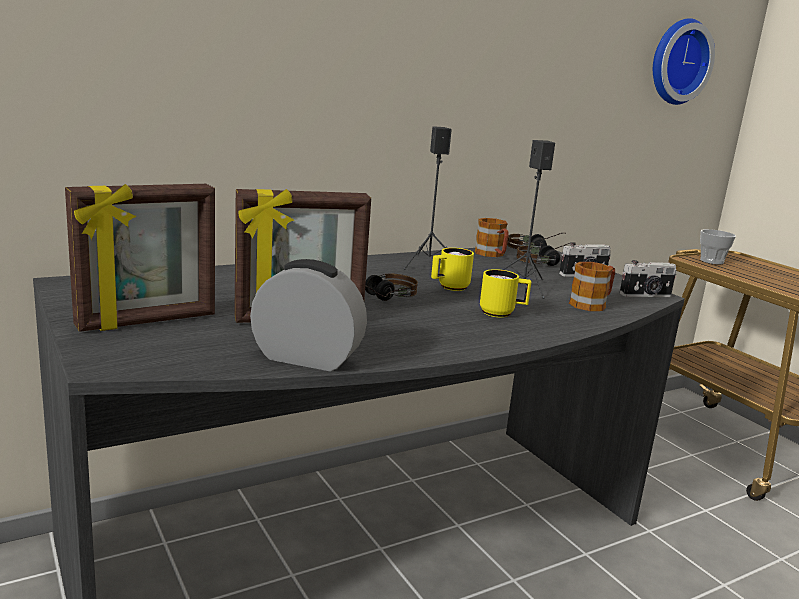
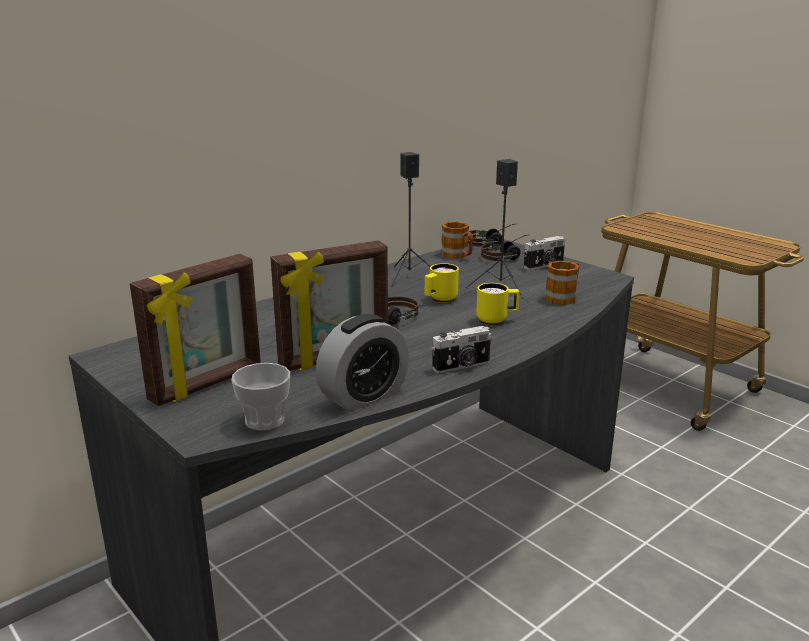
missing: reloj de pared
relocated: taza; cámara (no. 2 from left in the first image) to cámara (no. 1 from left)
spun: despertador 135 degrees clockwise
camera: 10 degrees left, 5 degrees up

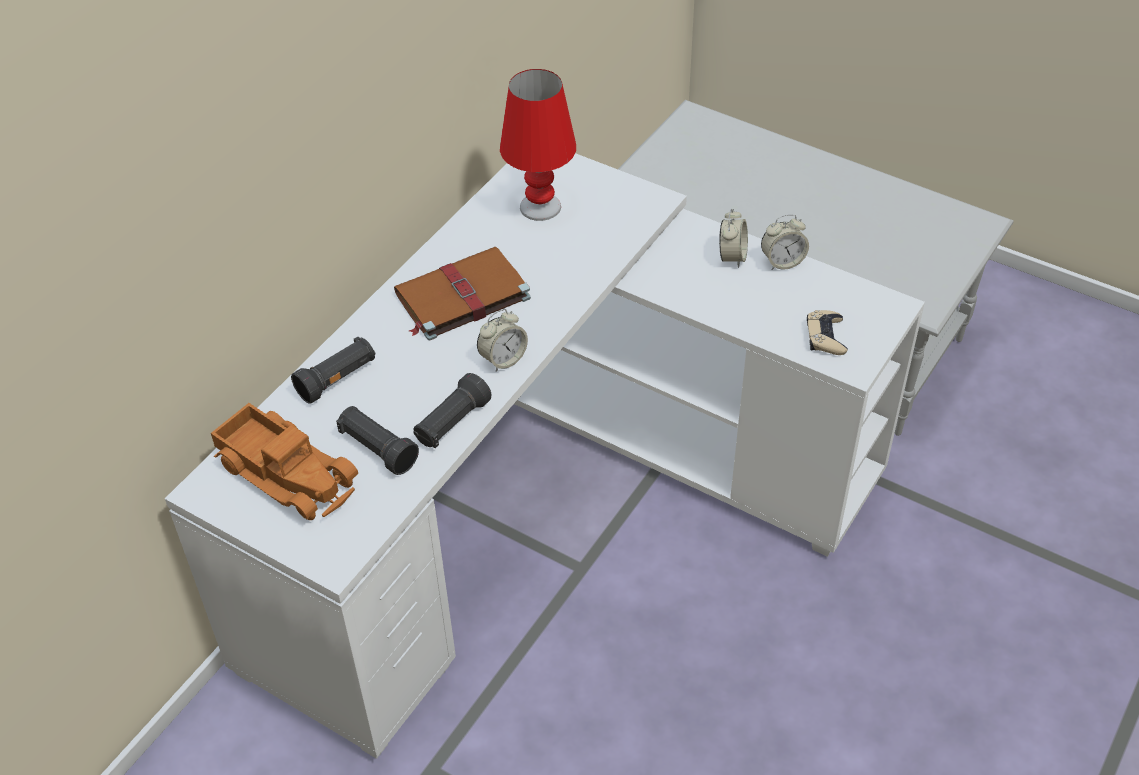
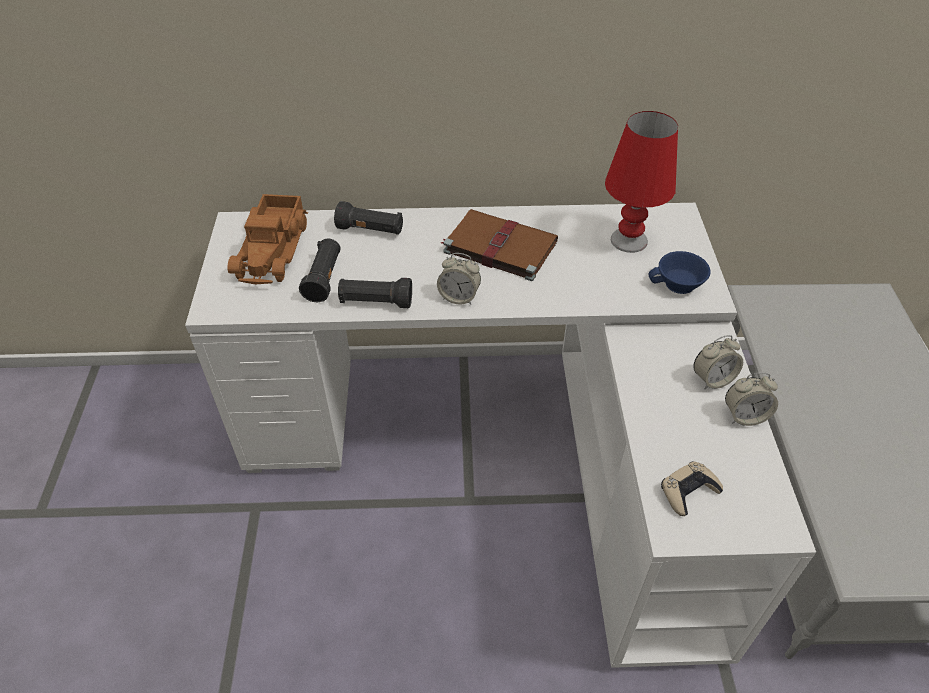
appeared: taza/azul
spun: despertador (no. 3 from left) 45 degrees counterclockwise
camera: 55 degrees right, 0 degrees up

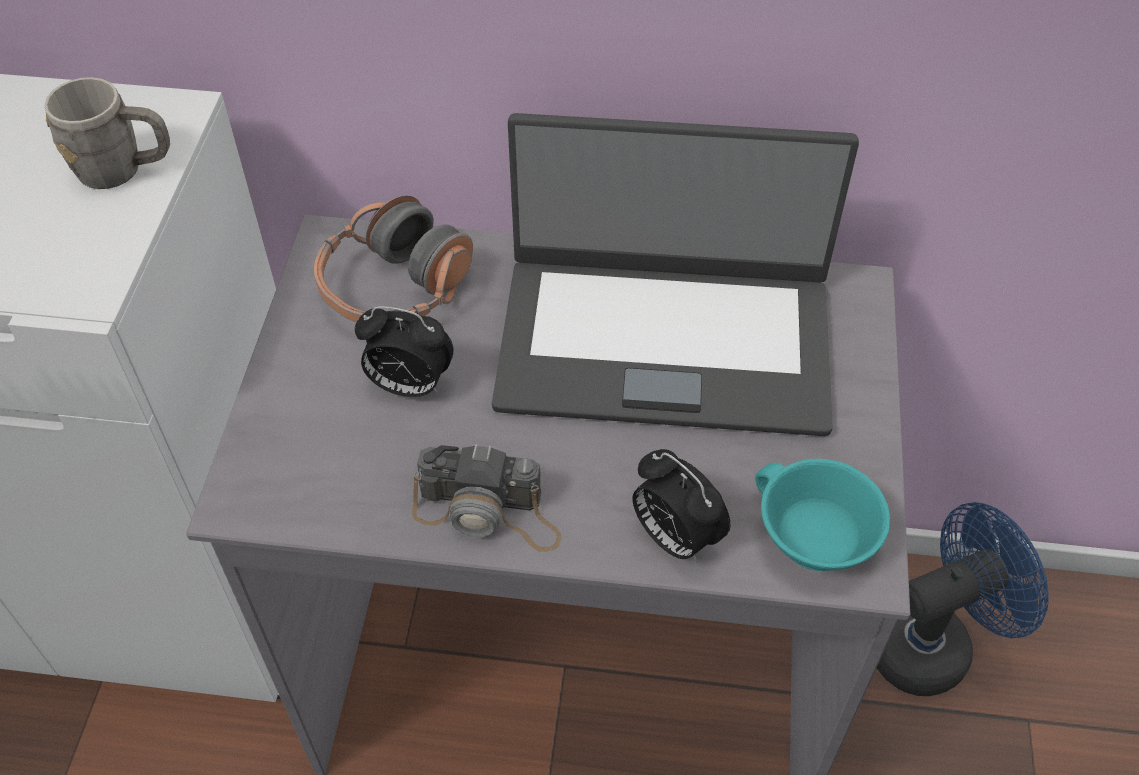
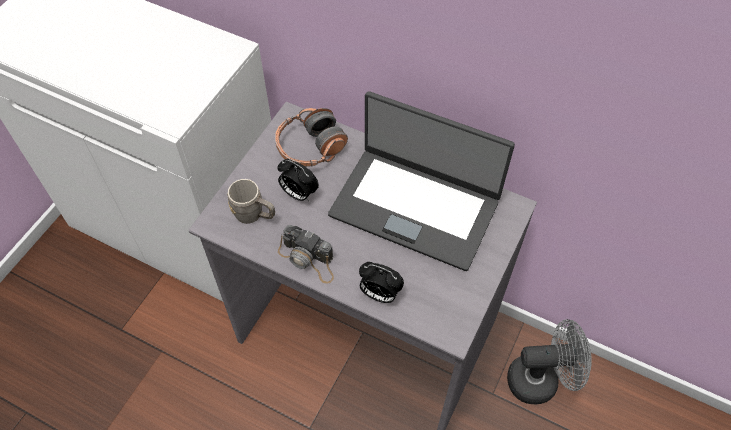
missing: taza/turquesa
relocated: taza grande/gris
colour: ventilador/azul to ventilador/gris
spun: despertador (no. 2 from left) 45 degrees counterclockwise
camera: 20 degrees right, 5 degrees up

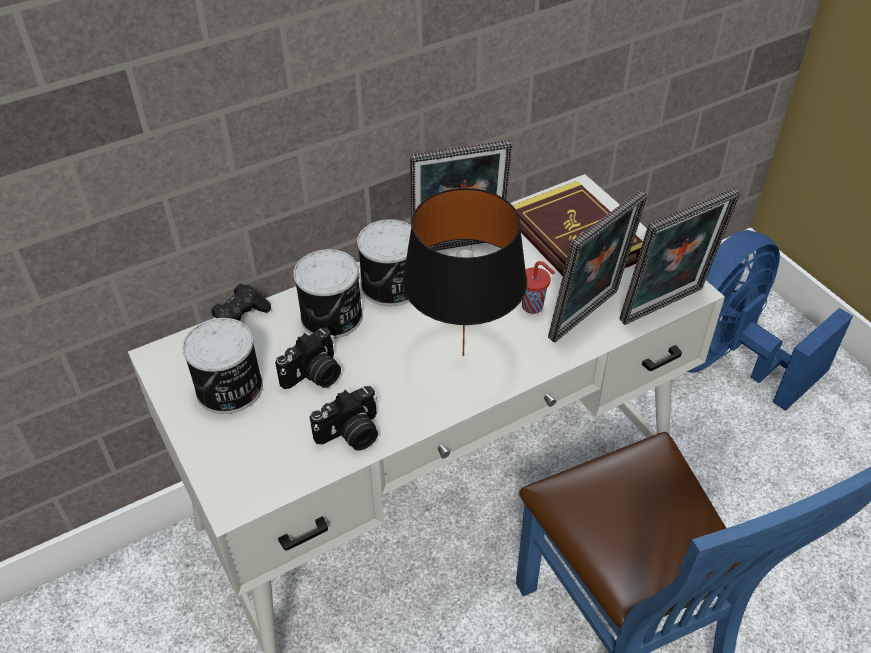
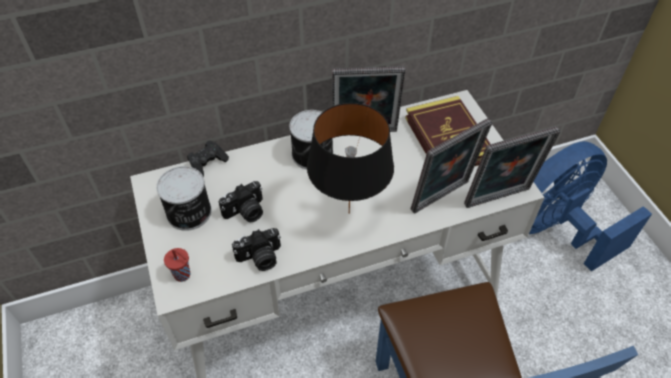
missing: lata (no. 2 from left)
relocated: taza/rojo
camera: 10 degrees right, 5 degrees up

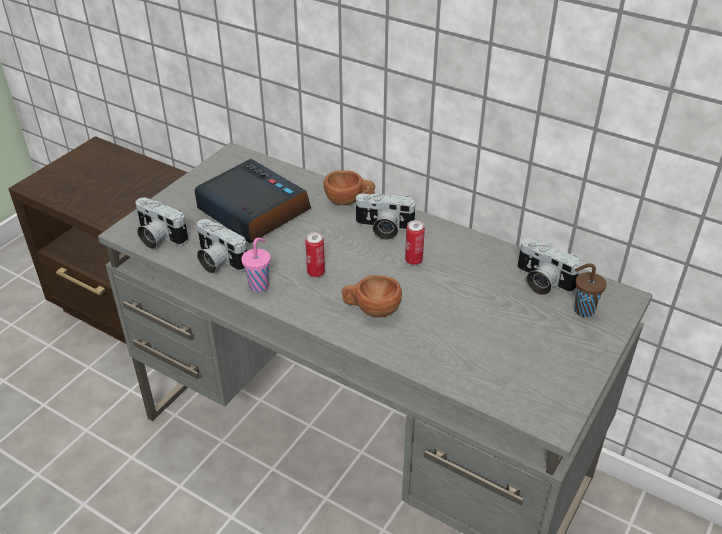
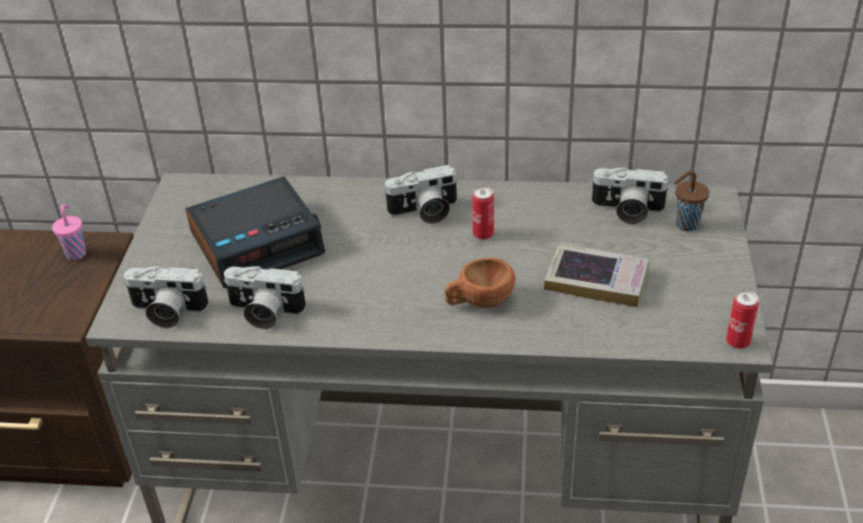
missing: taza/marrón (no. 1 from left)
appeared: libro
relocated: taza/rosa; lata (no. 1 from left in the first image) to lata (no. 2 from left)
spun: despertador 135 degrees clockwise
camera: 25 degrees left, 0 degrees up

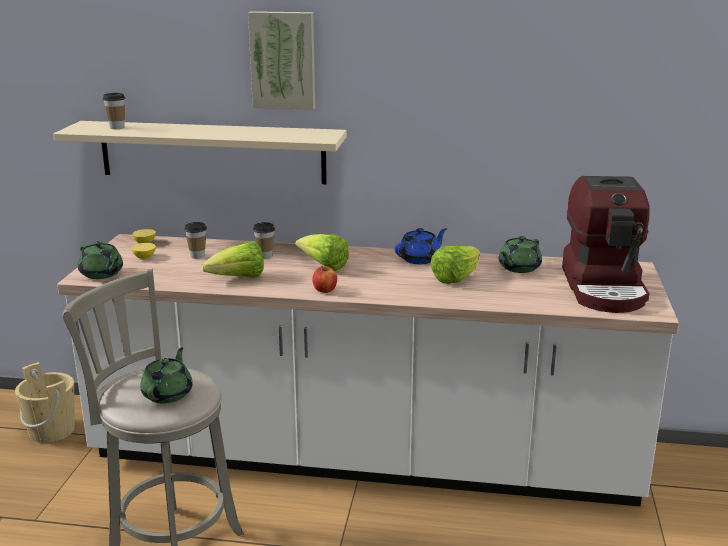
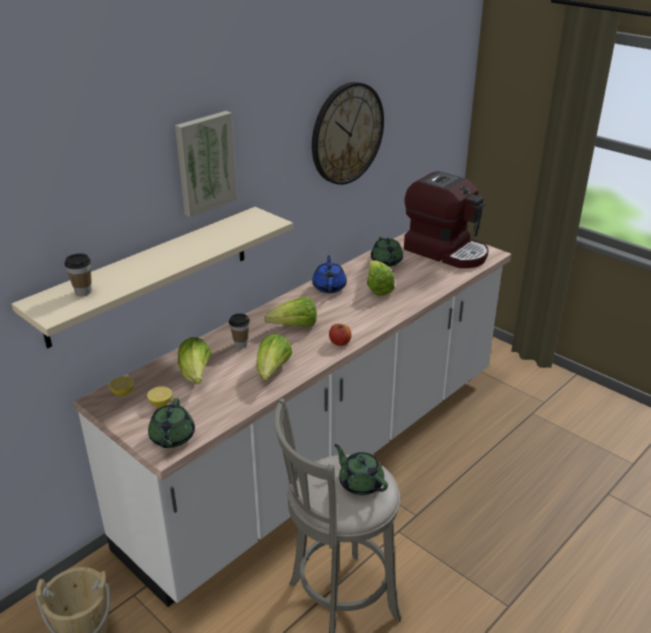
appeared: reloj de pared
exchanged: taza (no. 2 from left) to lechuga (no. 1 from left)
spun: tetera/verde (no. 1 from left) 105 degrees clockwise
camera: 55 degrees left, 10 degrees up

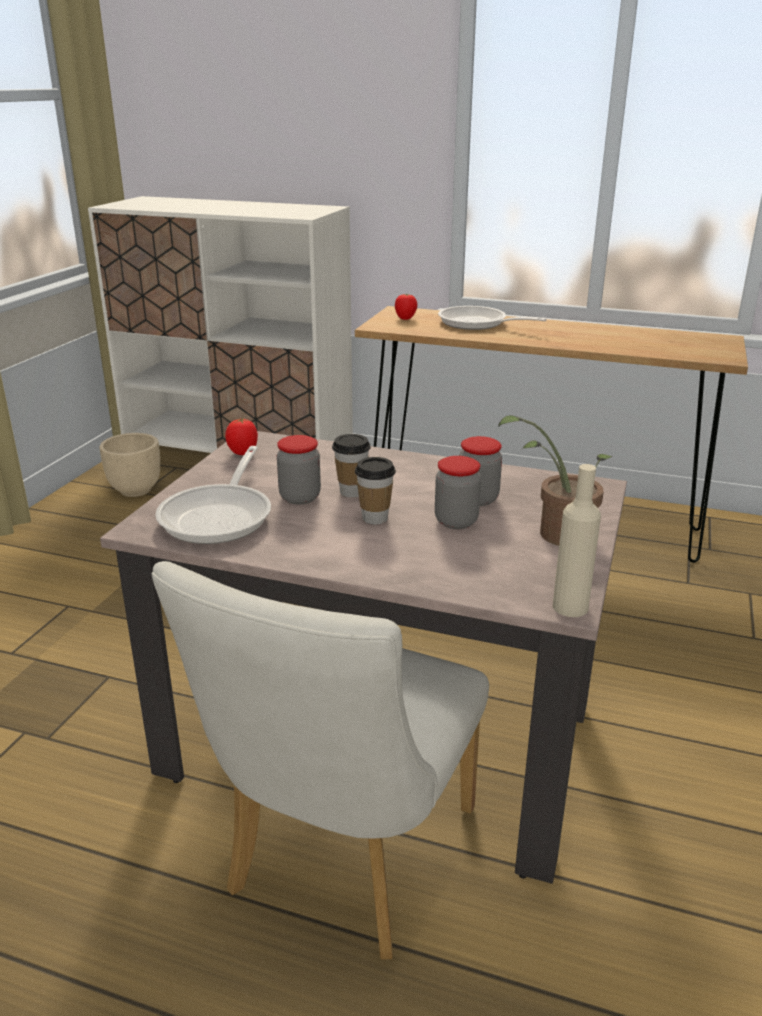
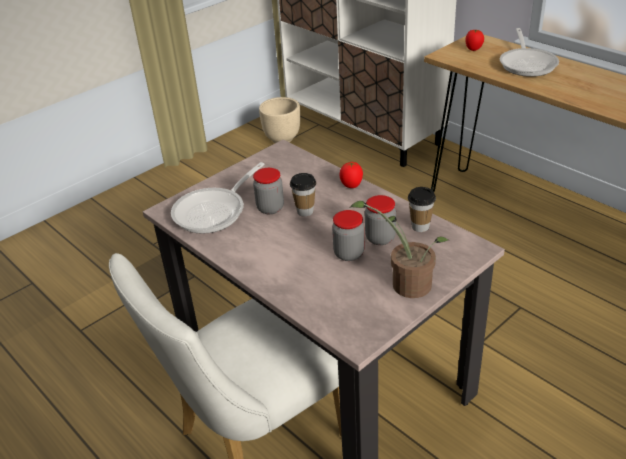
missing: botella/beis
relocated: tomate (no. 1 from left); taza (no. 2 from left)
spun: sartén (no. 2 from left) 150 degrees counterclockwise
camera: 30 degrees right, 10 degrees up

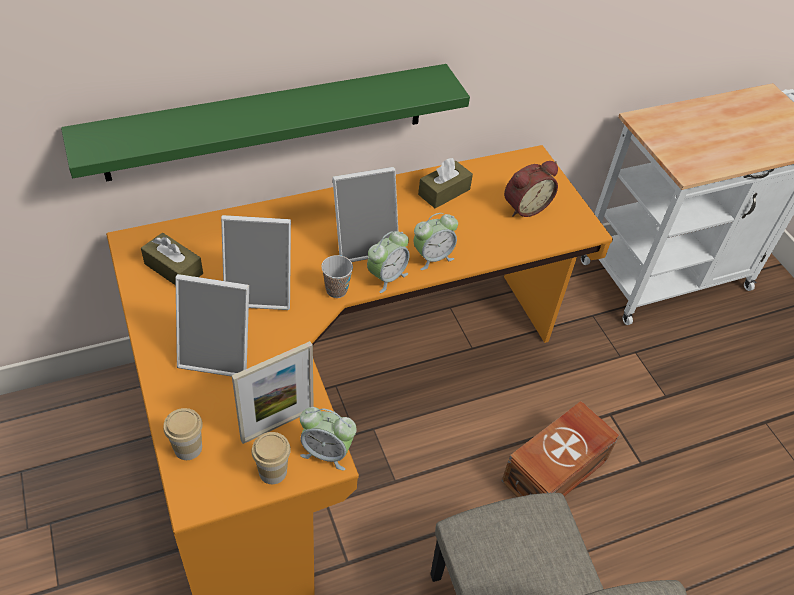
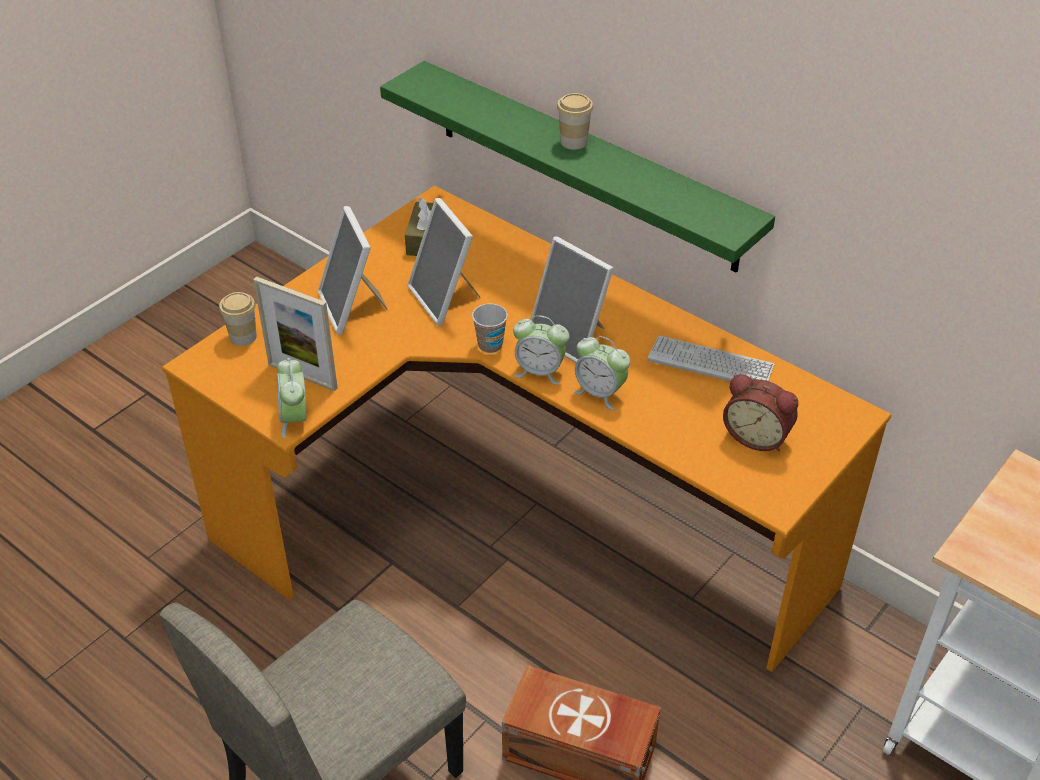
relocated: taza (no. 2 from left in the first image) to taza (no. 3 from left)
exchanged: caja de pañuelos/marrón (no. 2 from left) to teclado
camera: 65 degrees right, 5 degrees down

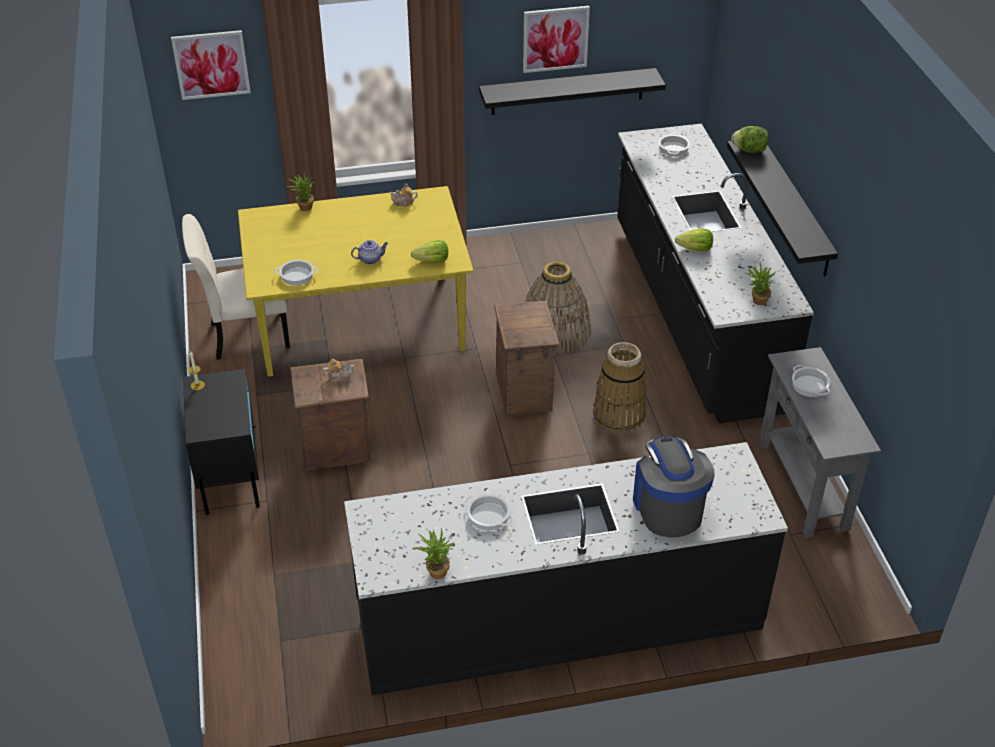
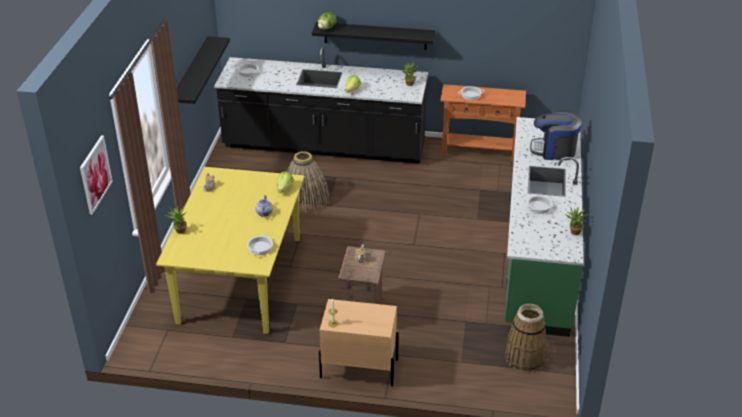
missing: silla/beis; caja de embalaje (no. 2 from left); cuadro (no. 2 from left)
relocated: cesta (no. 2 from left)
colour: mesita de noche/negro to mesita de noche/beis; mesa consola/gris to mesa consola/naranja; mueble bajo de cocina/negro (no. 1 from left) to mueble bajo de cocina/verde
camera: 70 degrees left, 5 degrees down

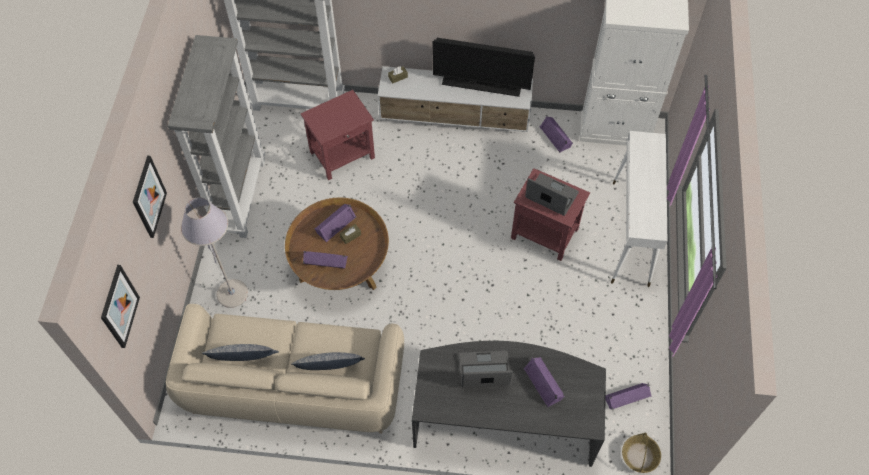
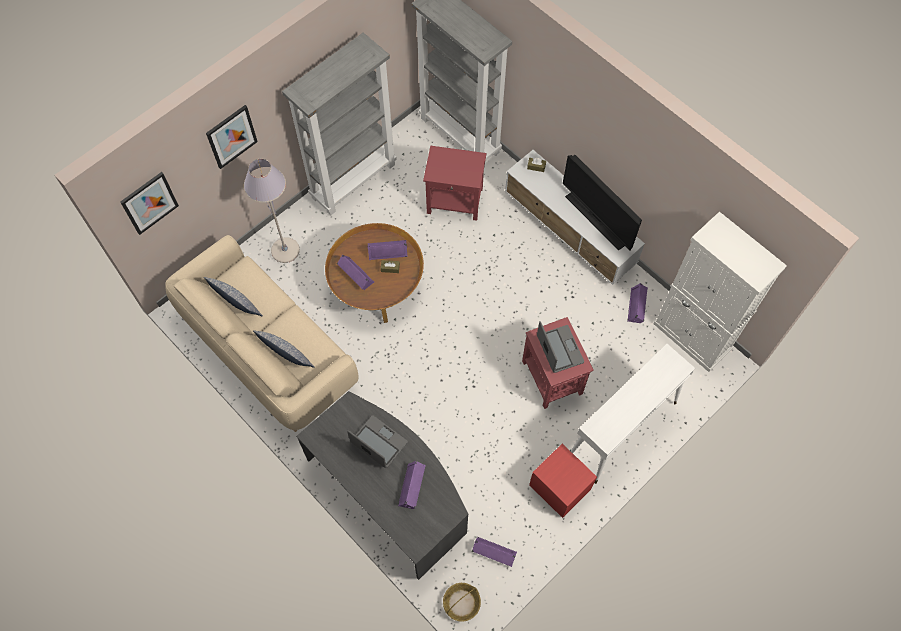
appeared: mesita de noche/rojo
camera: 40 degrees right, 5 degrees up

